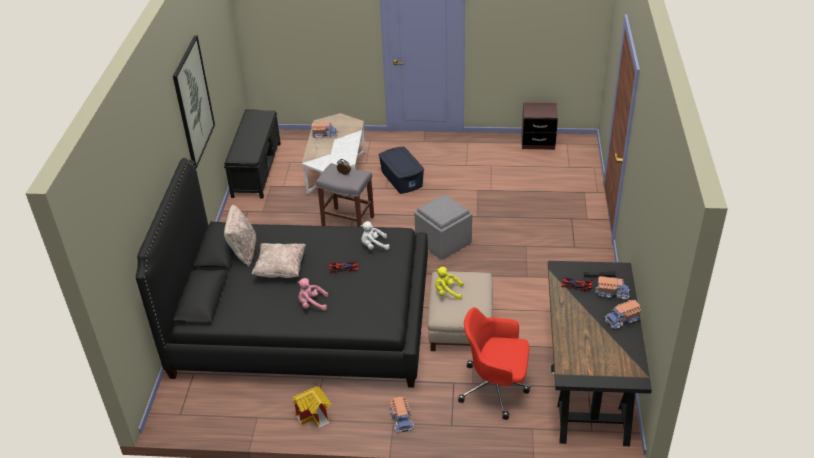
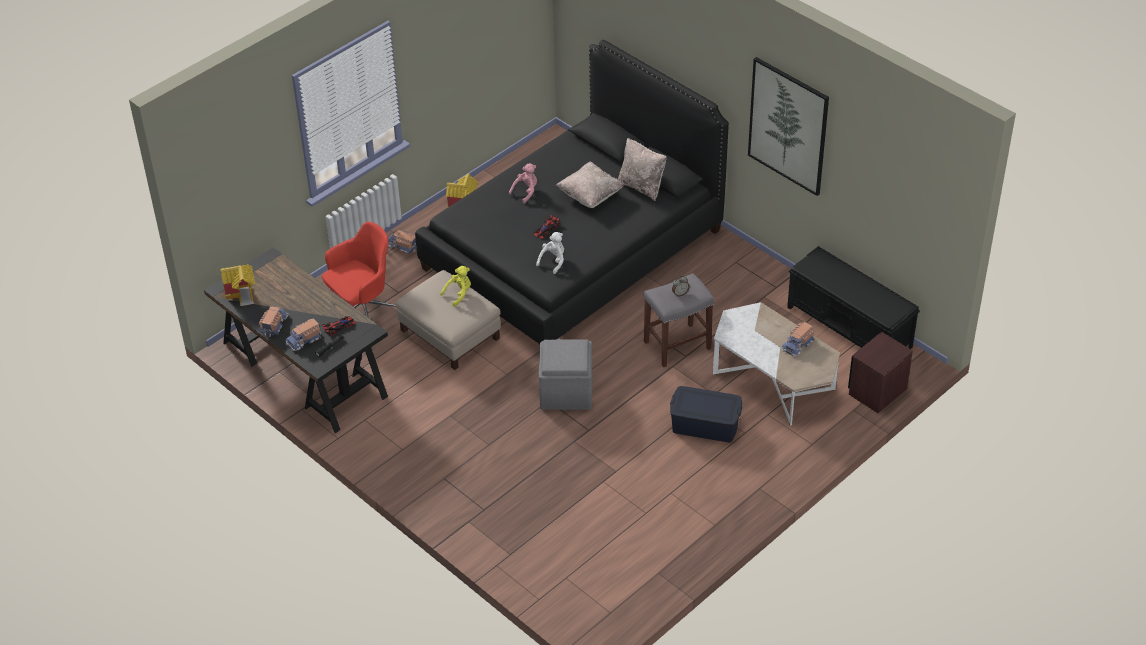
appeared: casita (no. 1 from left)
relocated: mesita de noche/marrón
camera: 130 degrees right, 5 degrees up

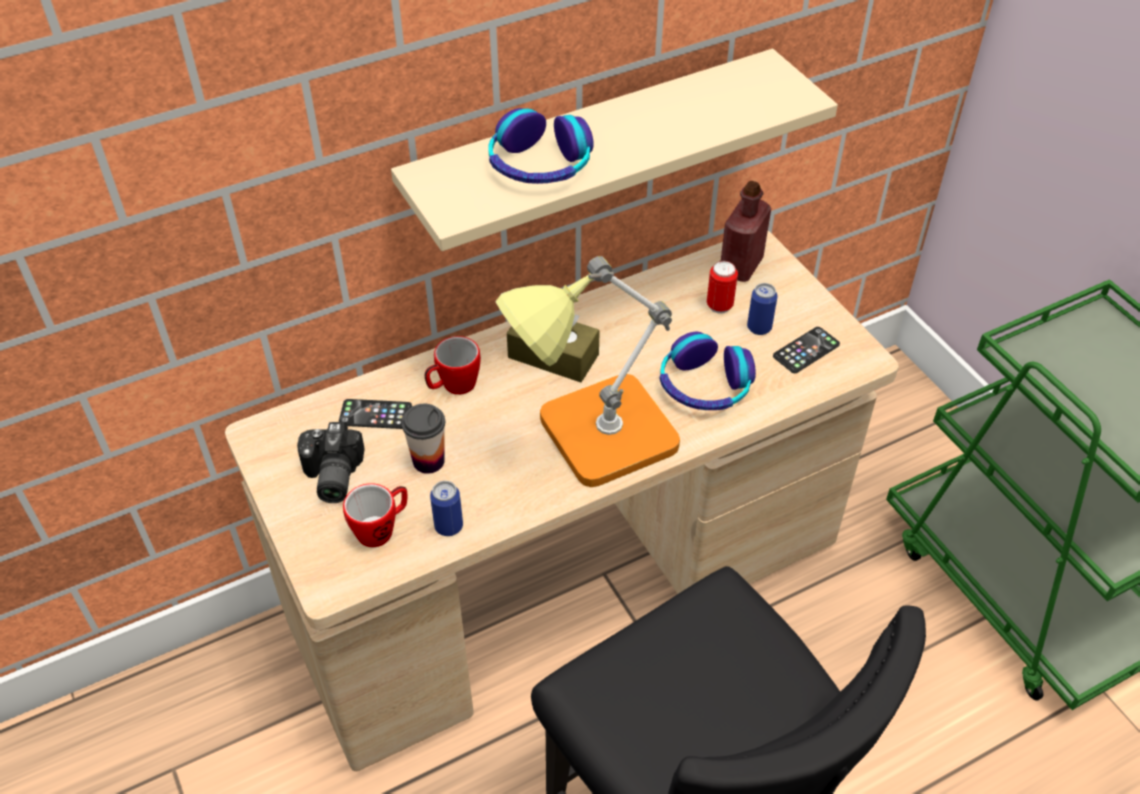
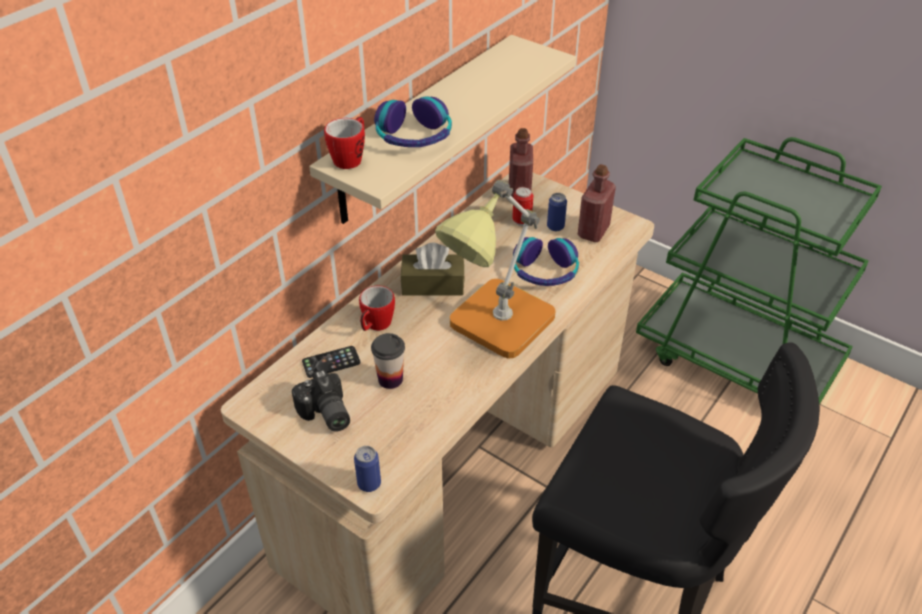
relocated: taza grande (no. 1 from left); lata (no. 1 from left)
exchanged: móvil (no. 2 from left) to botella/rojo (no. 2 from left)
camera: 25 degrees left, 5 degrees down

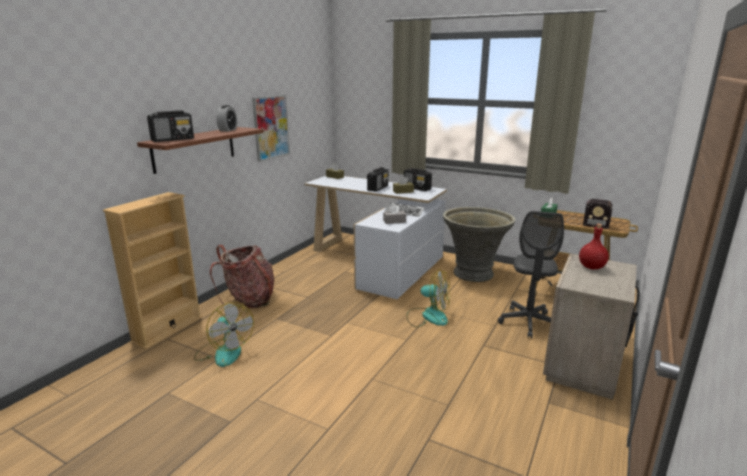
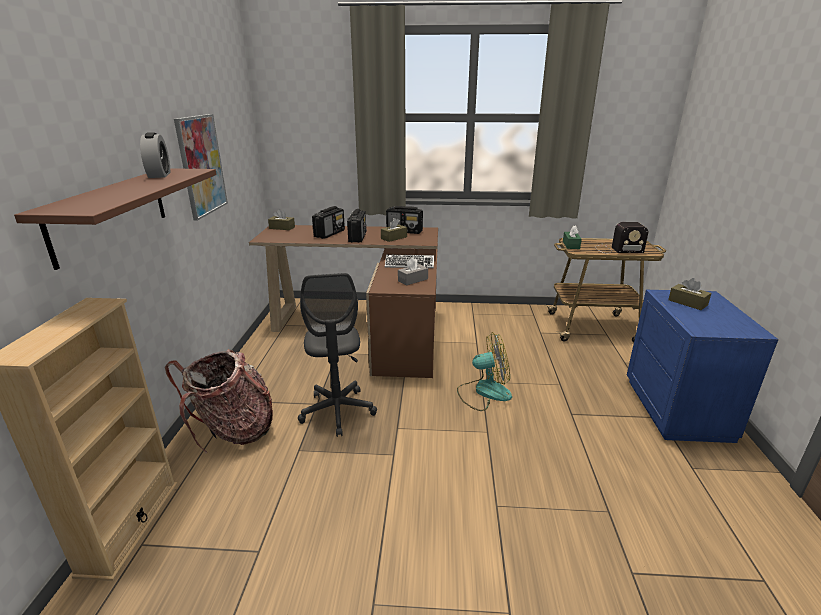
missing: ventilador (no. 1 from left); maceta/gris
relocated: silla de oficina/gris; radio (no. 1 from left)
exchanged: botella/rojo to caja de pañuelos/marrón (no. 3 from left)
colour: escritorio/blanco to escritorio/marrón; mesita de noche/beis to mesita de noche/azul
camera: 25 degrees left, 5 degrees up

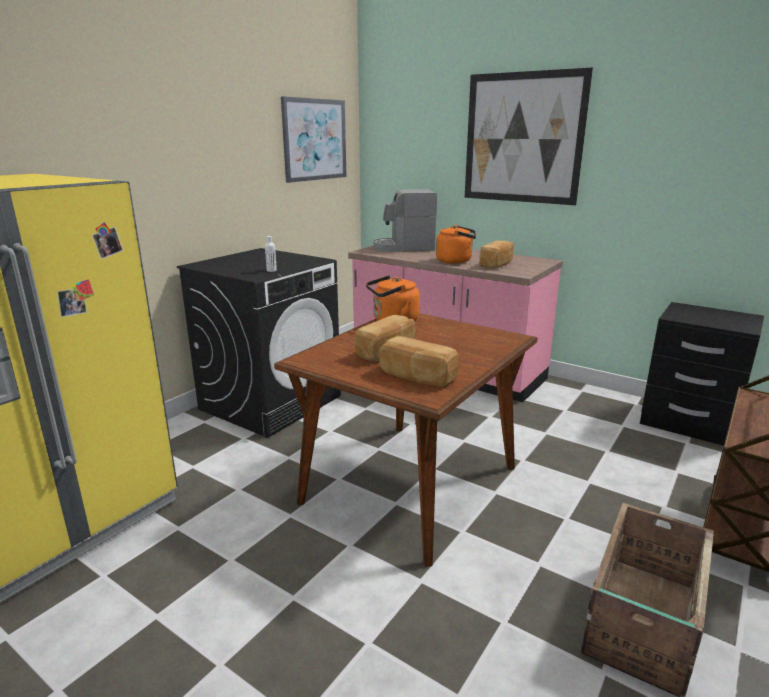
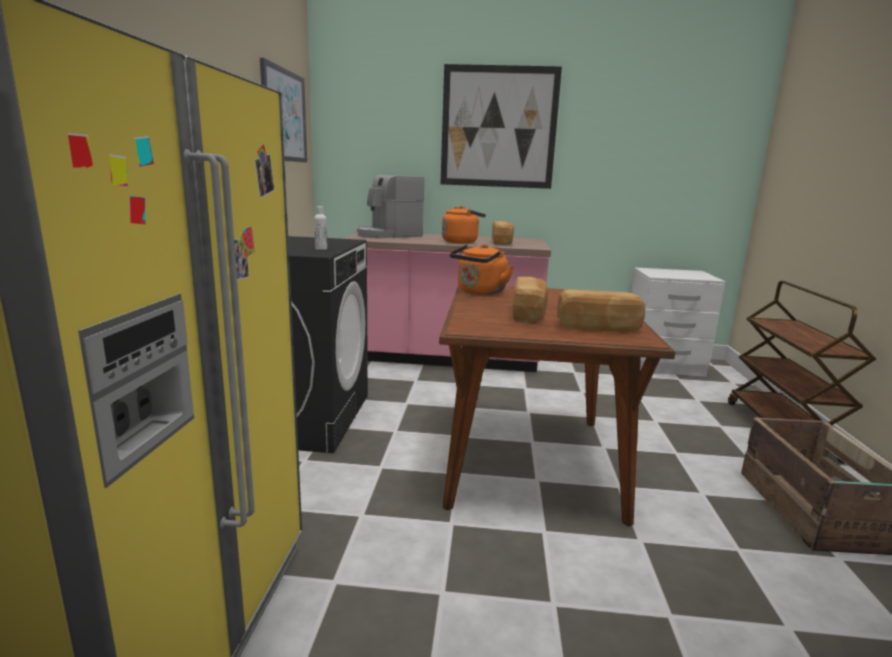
colour: mesita de noche/negro to mesita de noche/blanco
camera: 30 degrees left, 5 degrees down

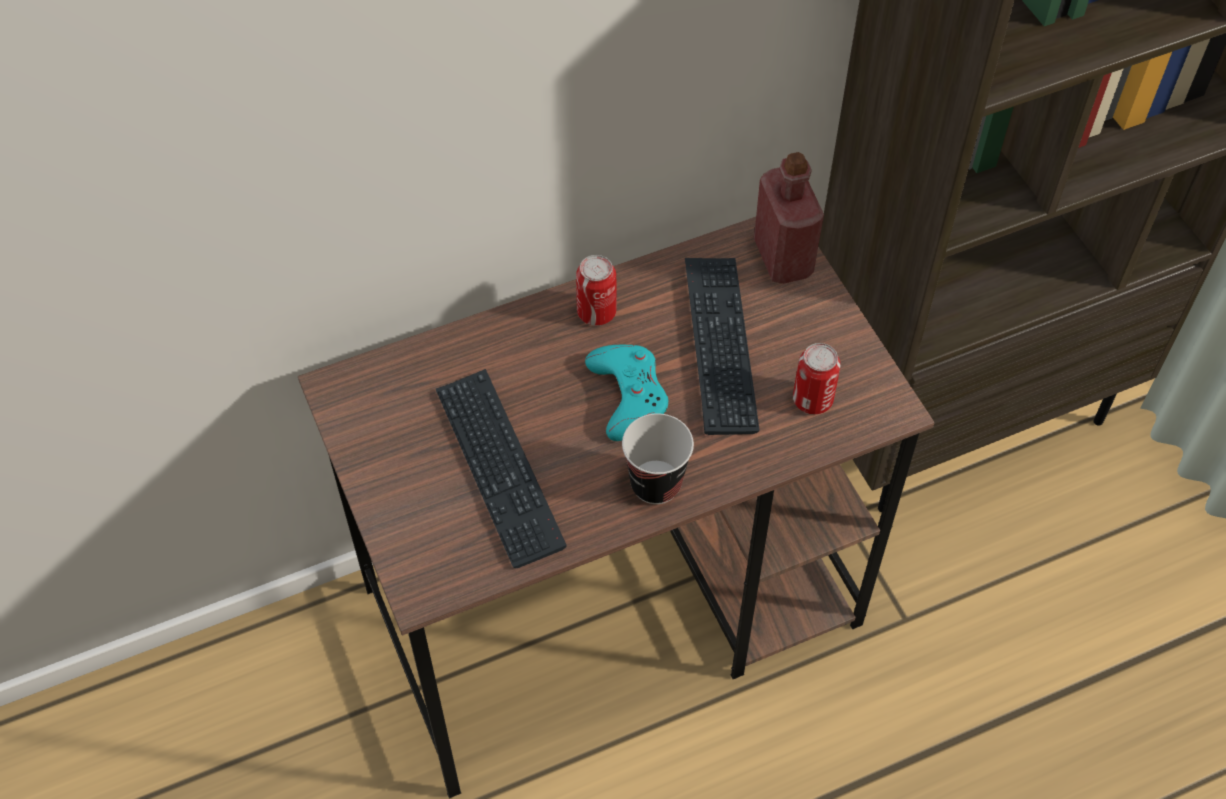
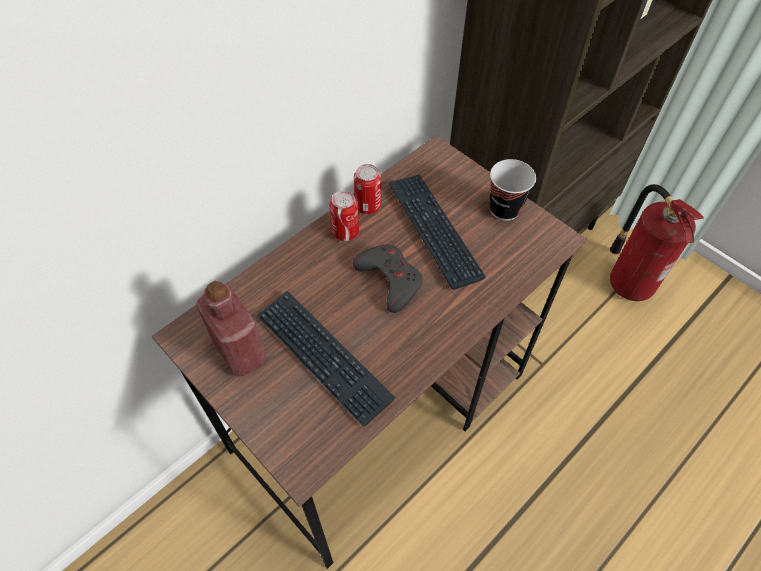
appeared: extintor
relocated: botella/rojo; lata (no. 2 from left); taza
colour: mando de consola/turquesa to mando de consola/gris
camera: 20 degrees left, 0 degrees up

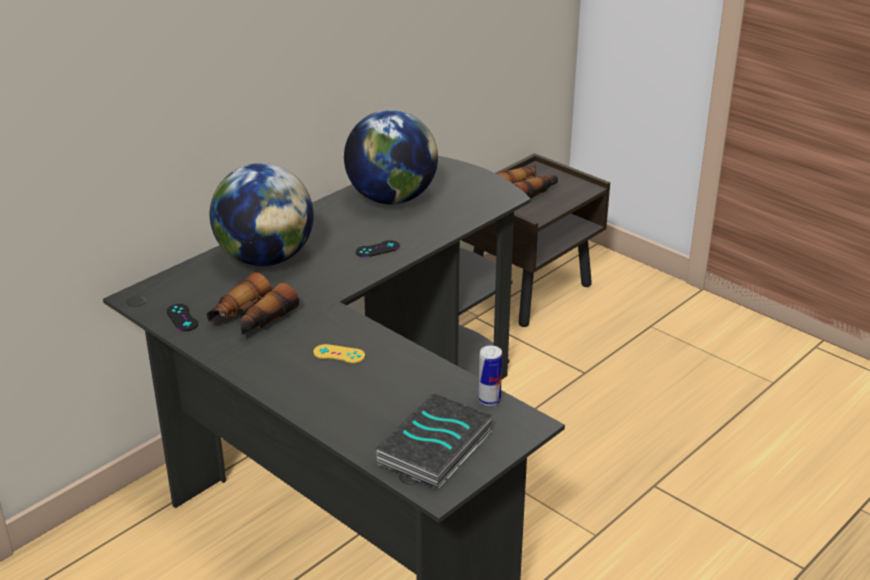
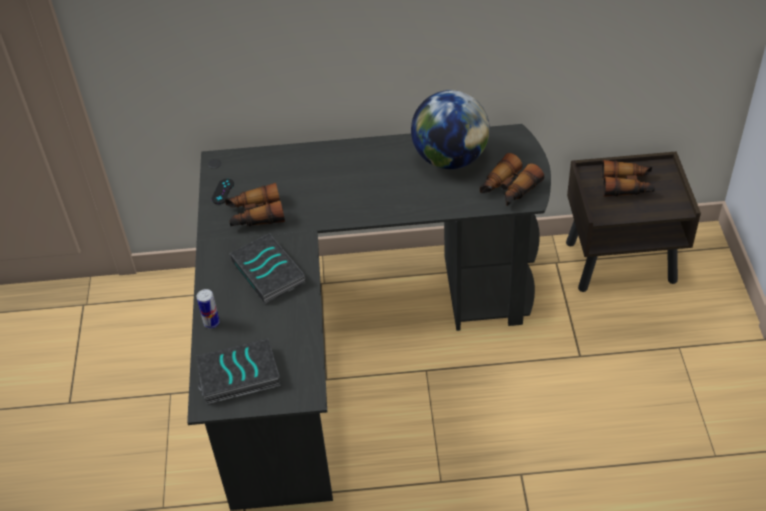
missing: globo terráqueo (no. 1 from left); mando de consola/negro (no. 2 from left)
appeared: prismáticos (no. 2 from left)
relocated: lata
exchanged: mando de consola/amarillo to libro (no. 2 from left)
camera: 45 degrees right, 15 degrees up

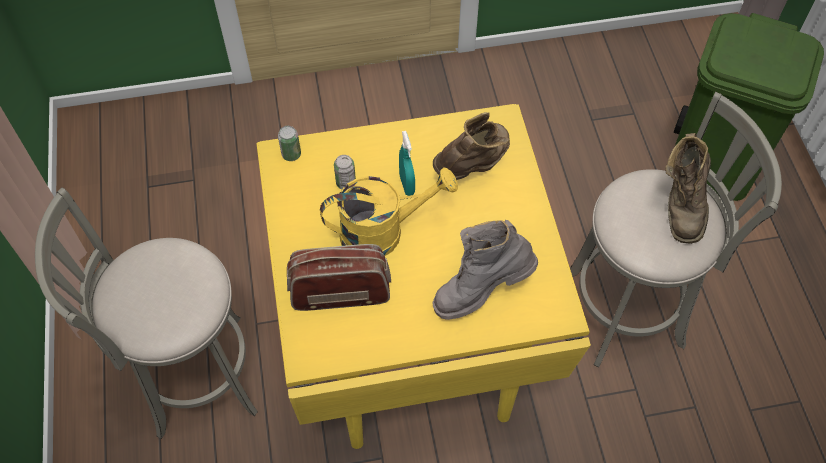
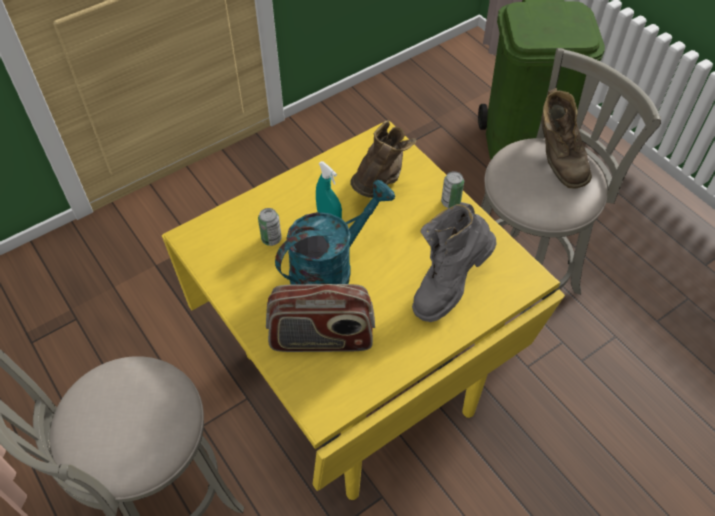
relocated: lata (no. 1 from left in the first image) to lata (no. 2 from left)
colour: regadera/amarillo to regadera/turquesa
spun: radio 150 degrees counterclockwise
camera: 25 degrees left, 5 degrees down

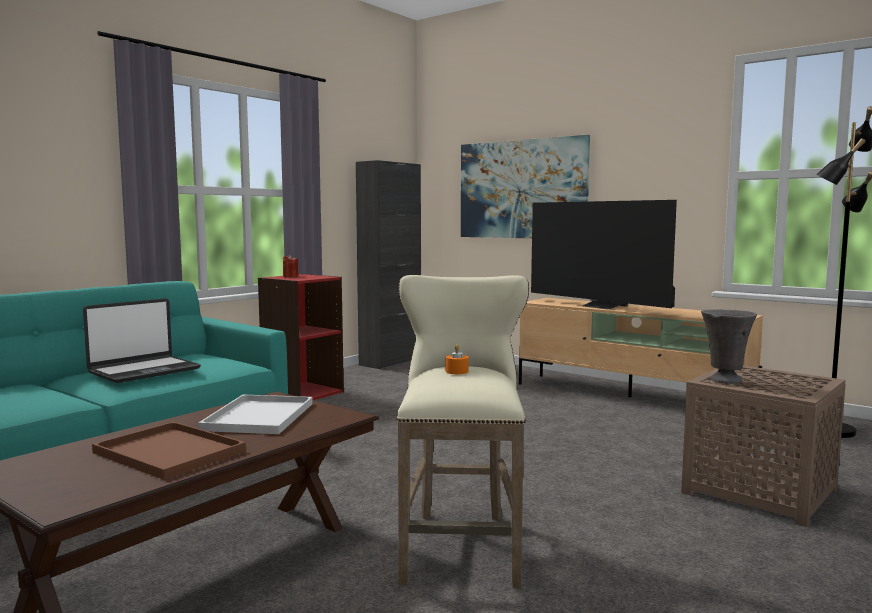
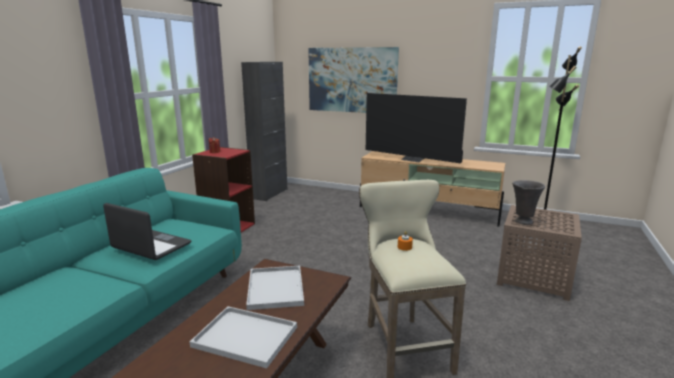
colour: bandeja/marrón to bandeja/blanco (no. 1 from left)
spun: portátil 90 degrees counterclockwise
camera: 15 degrees left, 10 degrees up

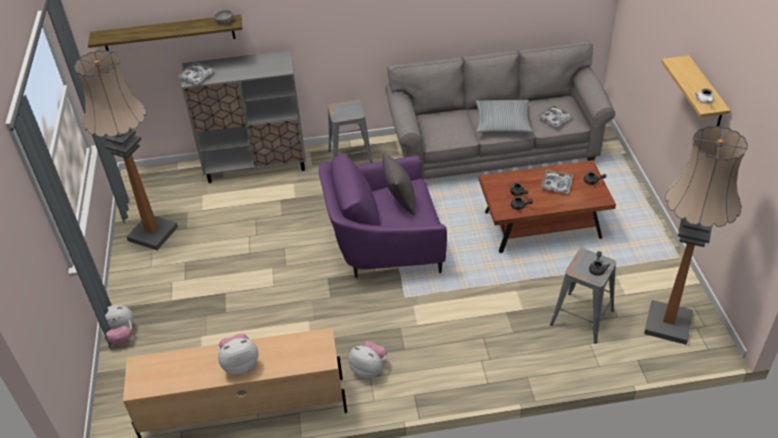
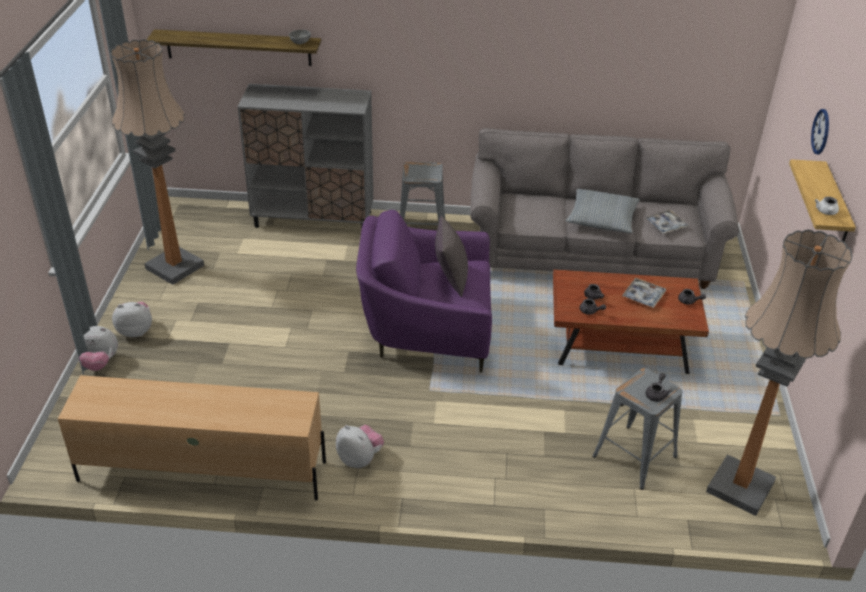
missing: bandeja (no. 1 from left)
appeared: reloj de pared
relocated: peluche (no. 2 from left)
camera: 10 degrees right, 5 degrees down

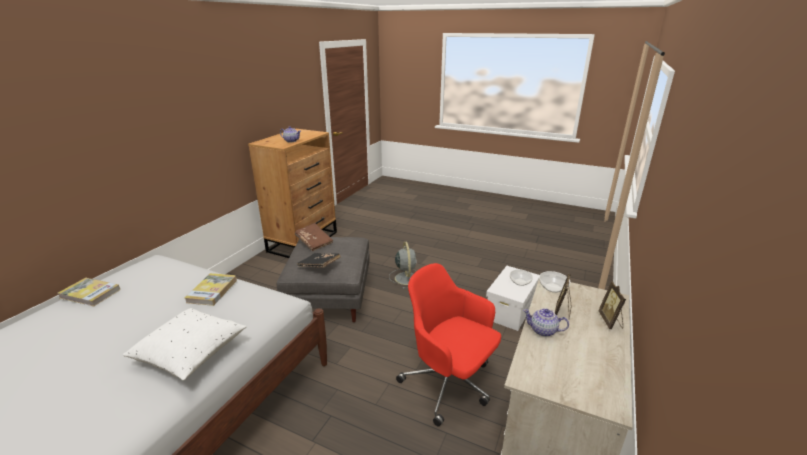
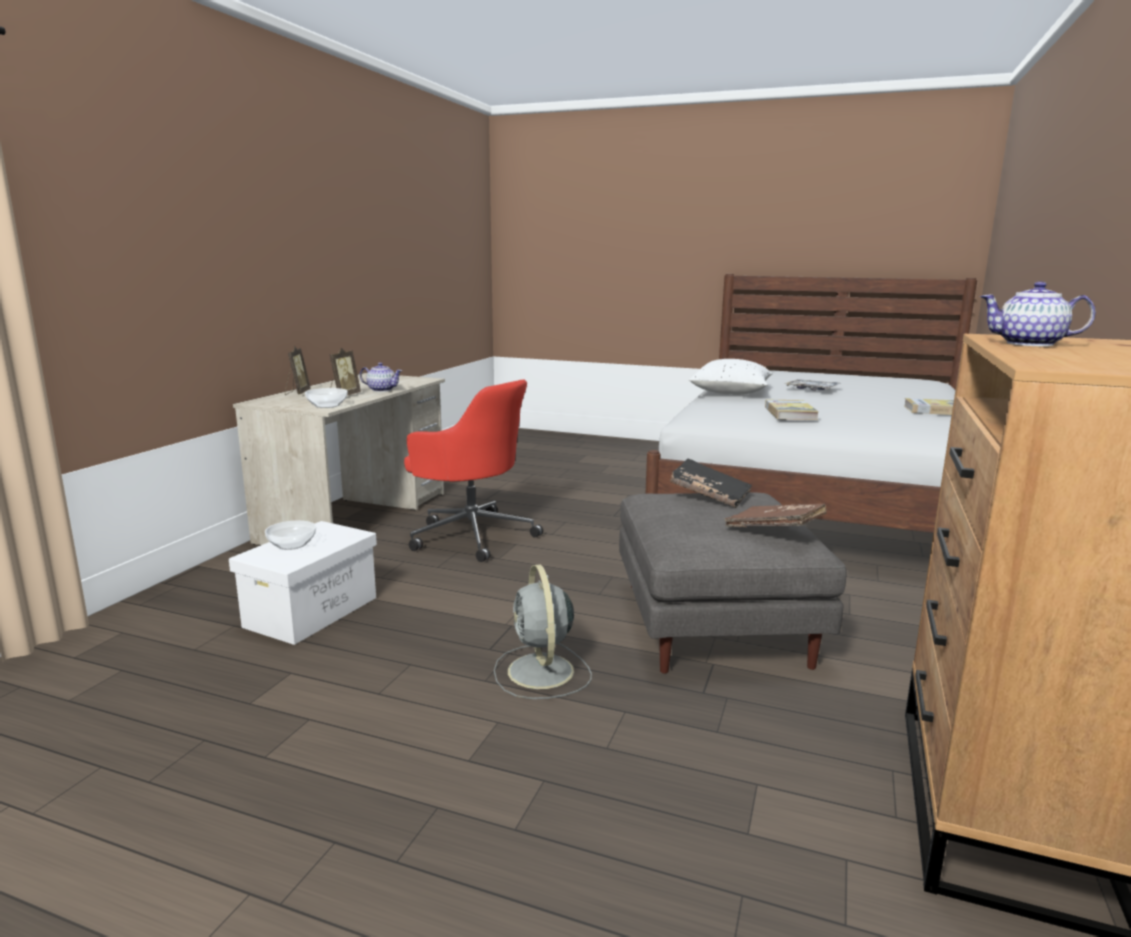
appeared: bandeja
camera: 175 degrees right, 10 degrees down

